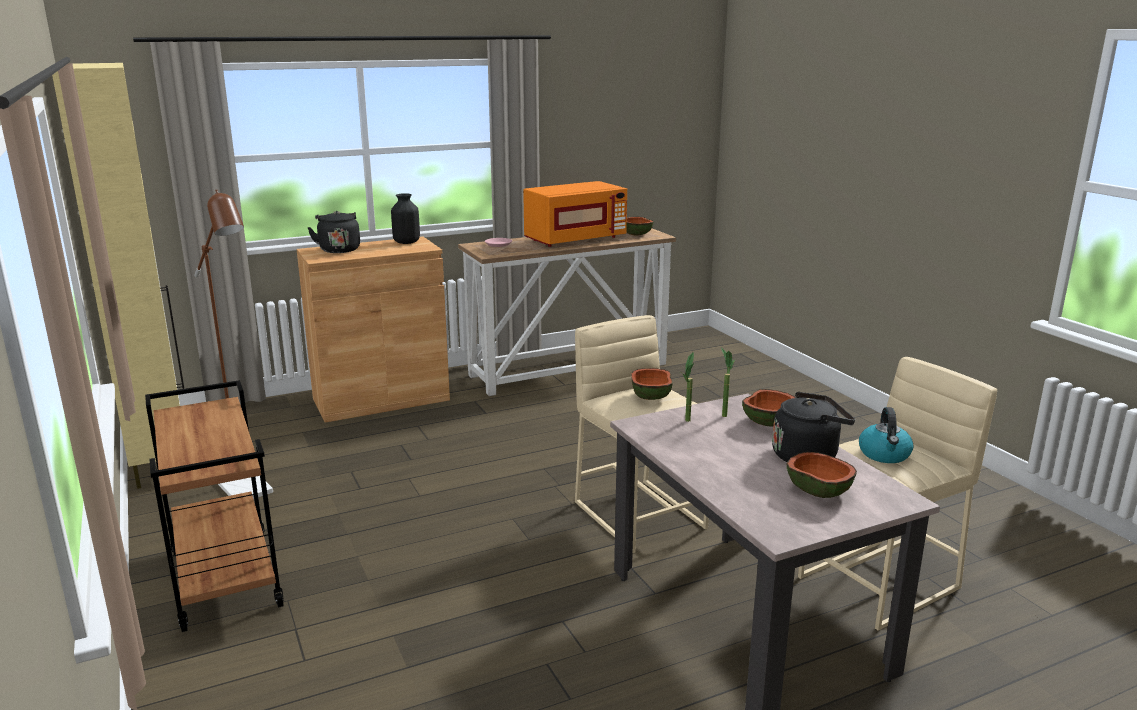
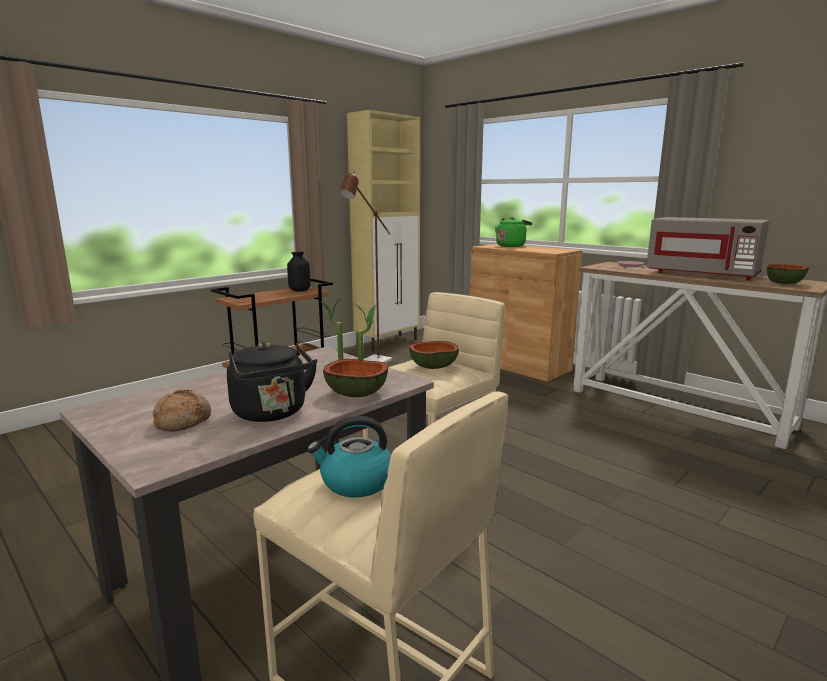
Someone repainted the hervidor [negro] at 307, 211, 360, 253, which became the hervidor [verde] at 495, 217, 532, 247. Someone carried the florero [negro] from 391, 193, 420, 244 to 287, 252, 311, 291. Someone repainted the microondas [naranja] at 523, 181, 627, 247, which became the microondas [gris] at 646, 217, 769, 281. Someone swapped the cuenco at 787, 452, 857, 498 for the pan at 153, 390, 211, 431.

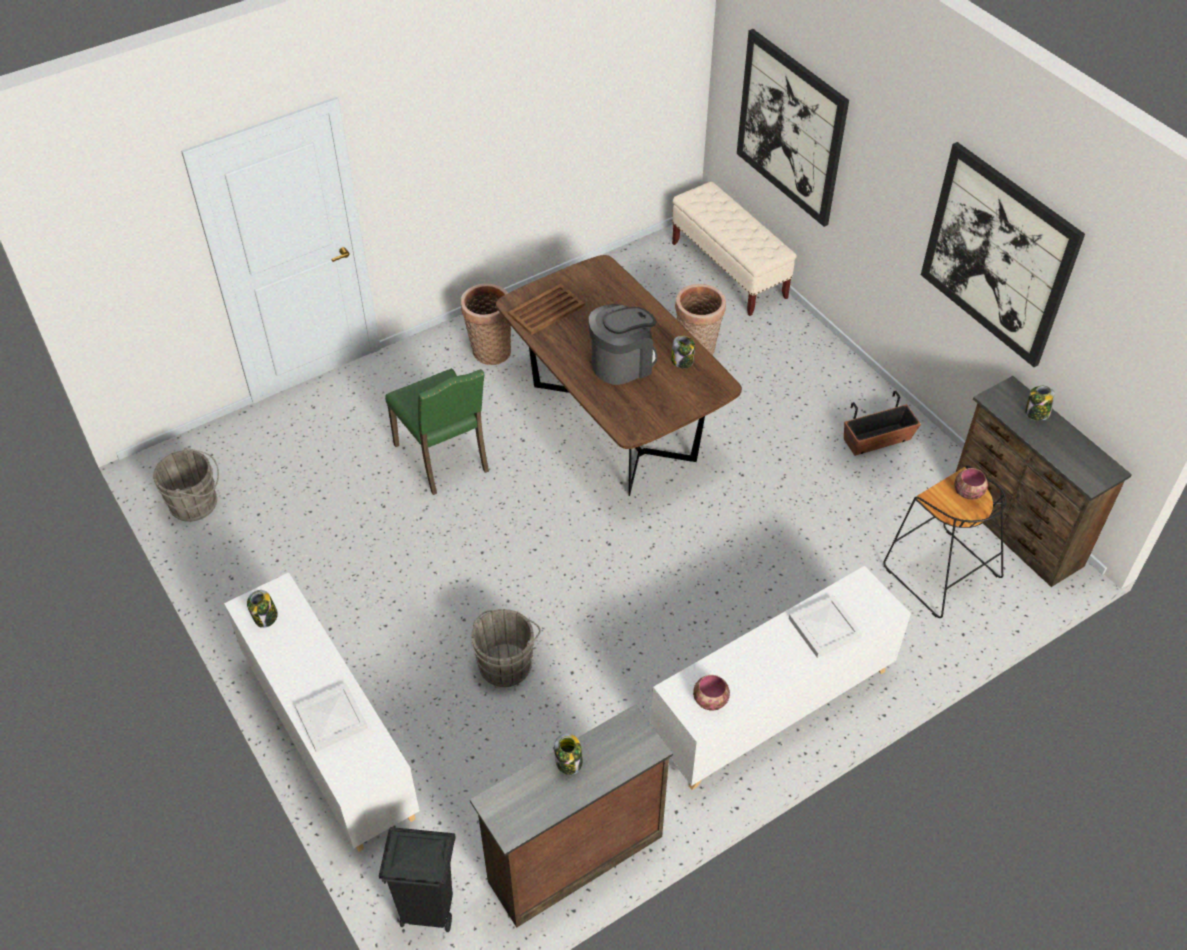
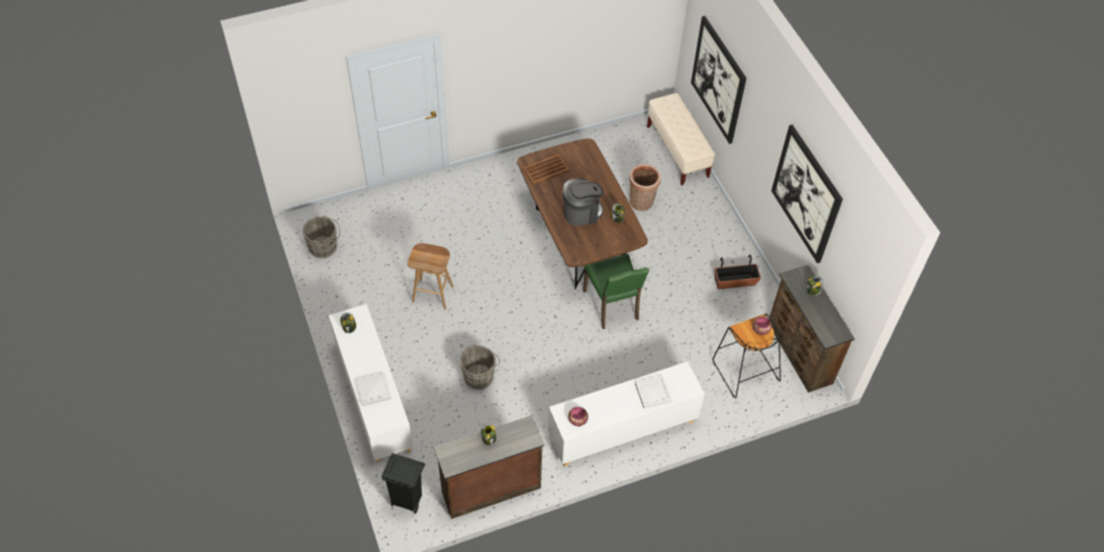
Someone carried the silla [verde] from 385, 368, 489, 495 to 583, 254, 649, 329. Someone took away the cesta at 461, 283, 511, 365. Someone put down the taburete [marrón] at 407, 243, 454, 309.

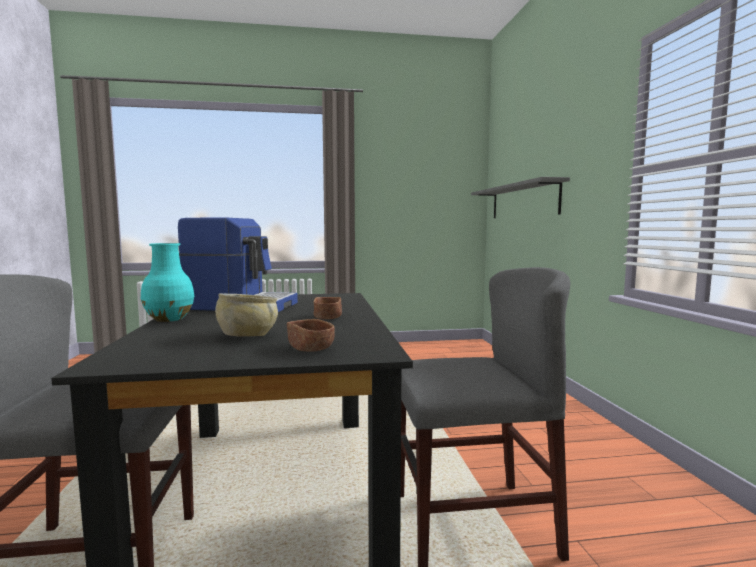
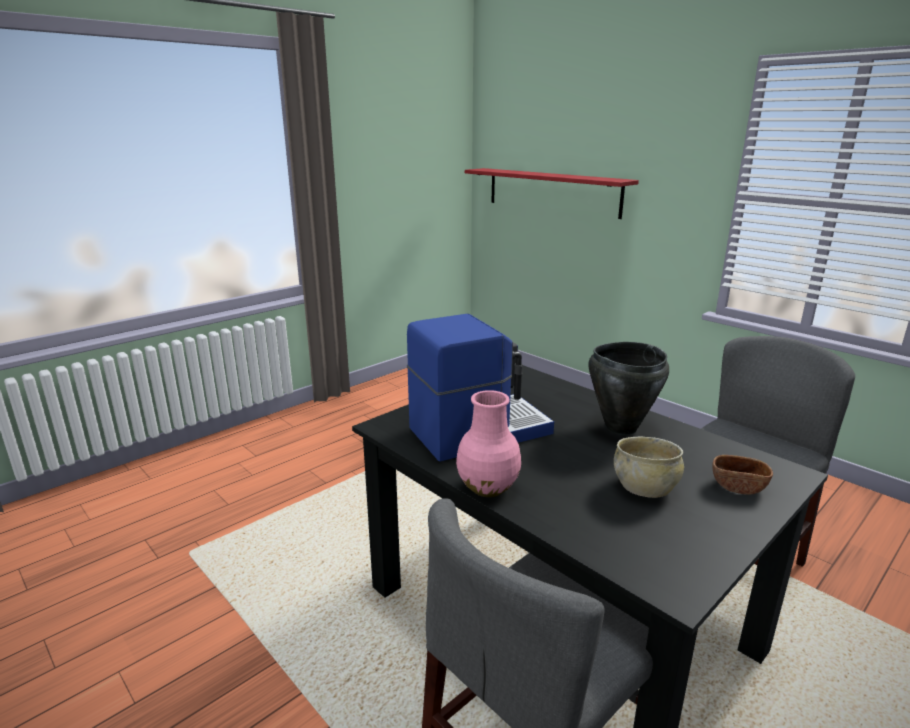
Someone repainted the florero [turquesa] at 141, 243, 194, 322, which became the florero [rosa] at 456, 390, 521, 497. Someone swapped the cuenco [marrón] at 314, 297, 342, 319 for the olla [negro] at 588, 342, 669, 435. Someone repainted the estante [gris] at 471, 177, 570, 218, which became the estante [rojo] at 465, 168, 639, 219.

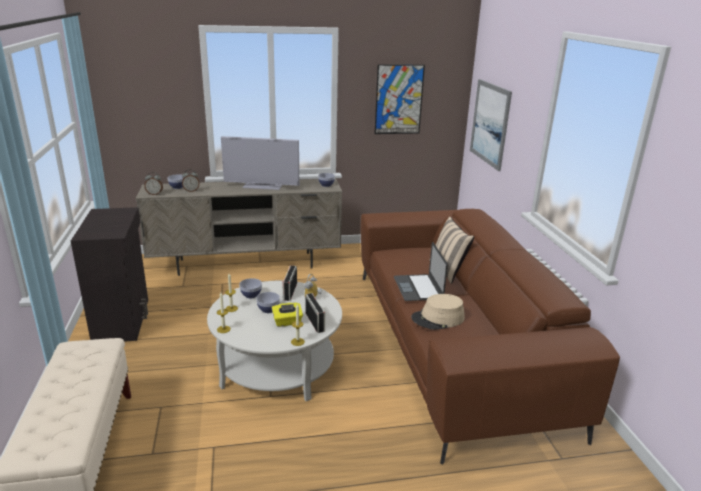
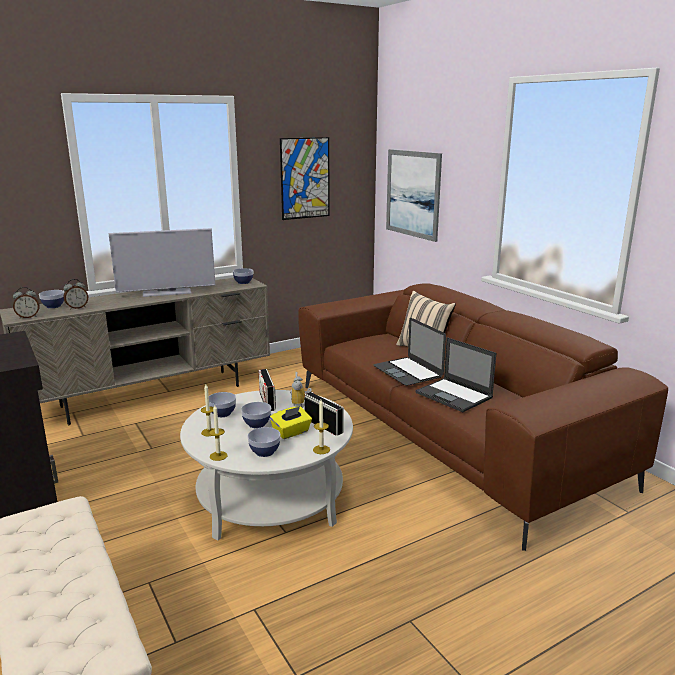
Someone swapped the sombrero [beis] at 411, 294, 465, 330 for the portátil at 416, 337, 496, 412. Someone put down the cuenco at 248, 427, 280, 457.

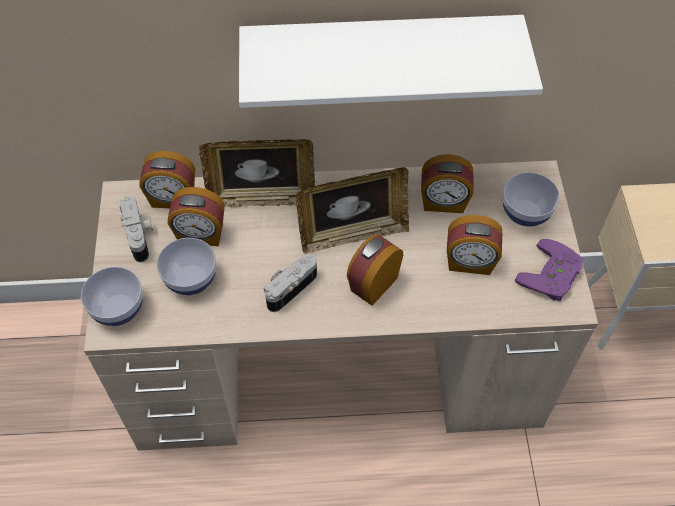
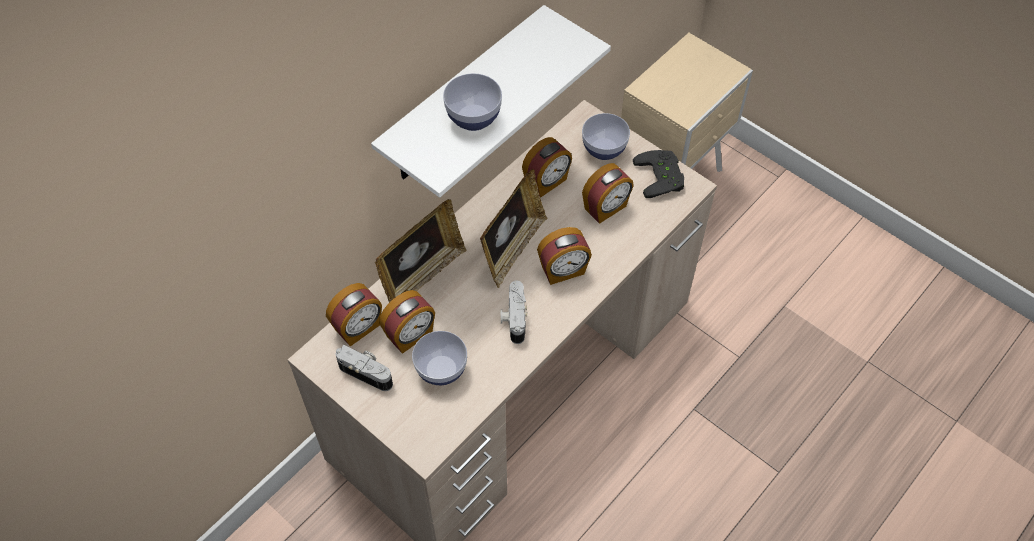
Someone carried the cuenco from 81, 267, 143, 326 to 443, 73, 502, 131. Someone rotated the despertador at 347, 234, 403, 306 by 105 degrees counterclockwise. Someone repainted the mando de consola [morado] at 515, 239, 583, 301, which became the mando de consola [negro] at 633, 150, 684, 198.

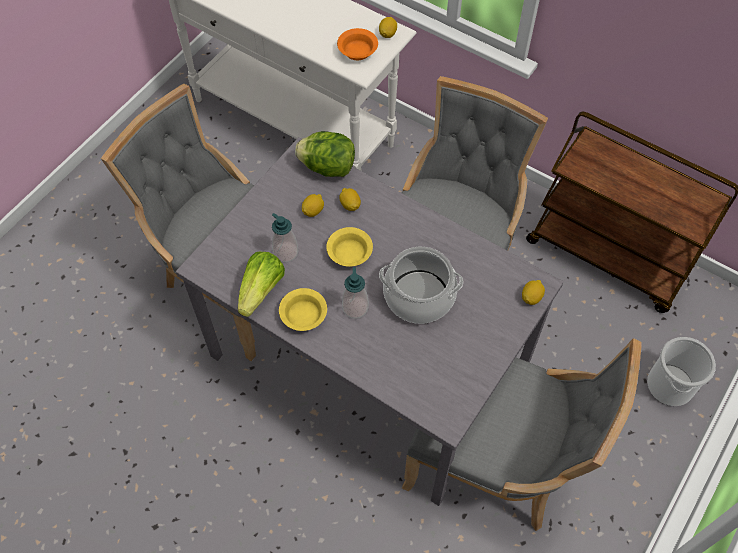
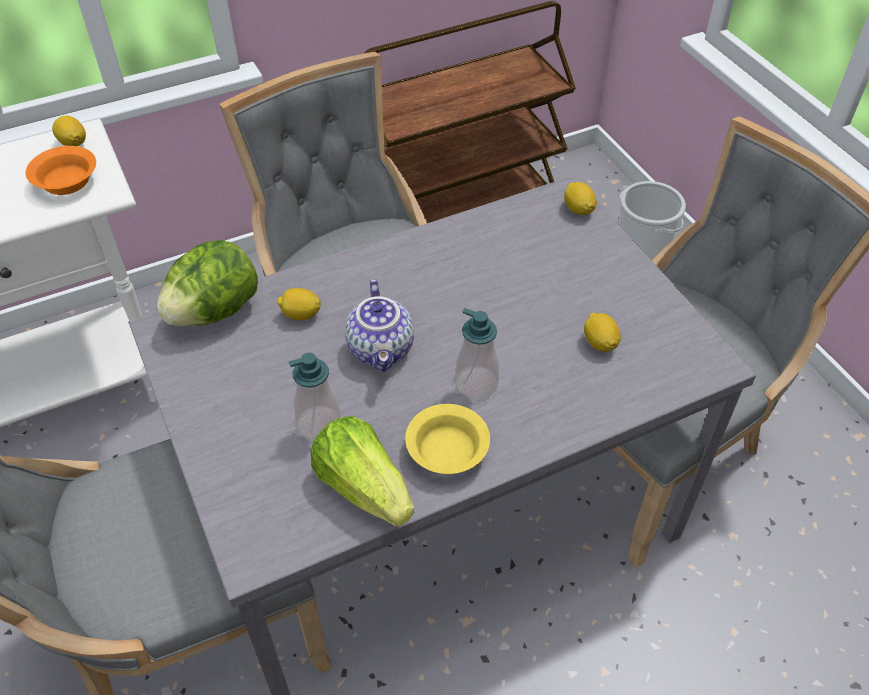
Someone carried the limón from 302, 194, 324, 217 to 584, 313, 621, 352. Someone swapped the cuenco [amarillo] at 326, 227, 373, 267 for the tetera at 345, 279, 414, 372. Someone took away the olla at 379, 247, 463, 324.

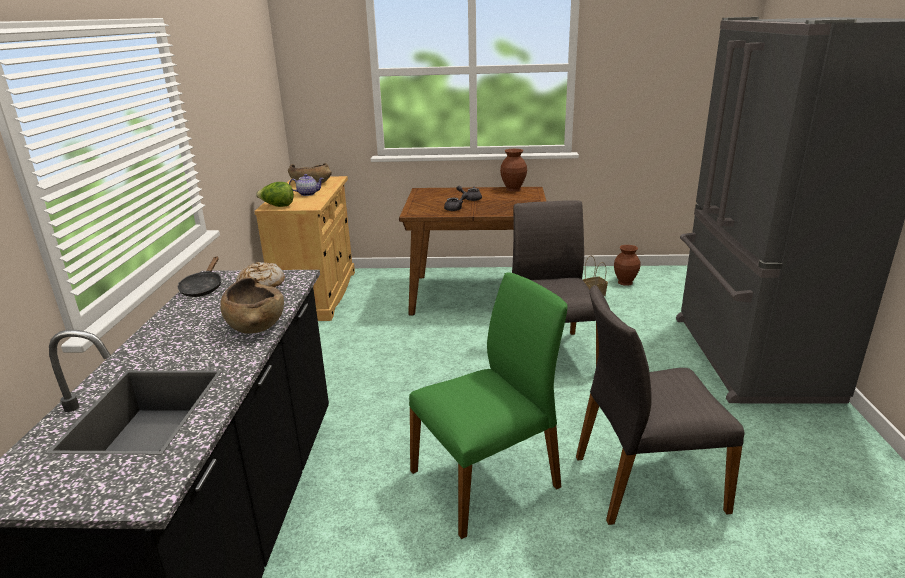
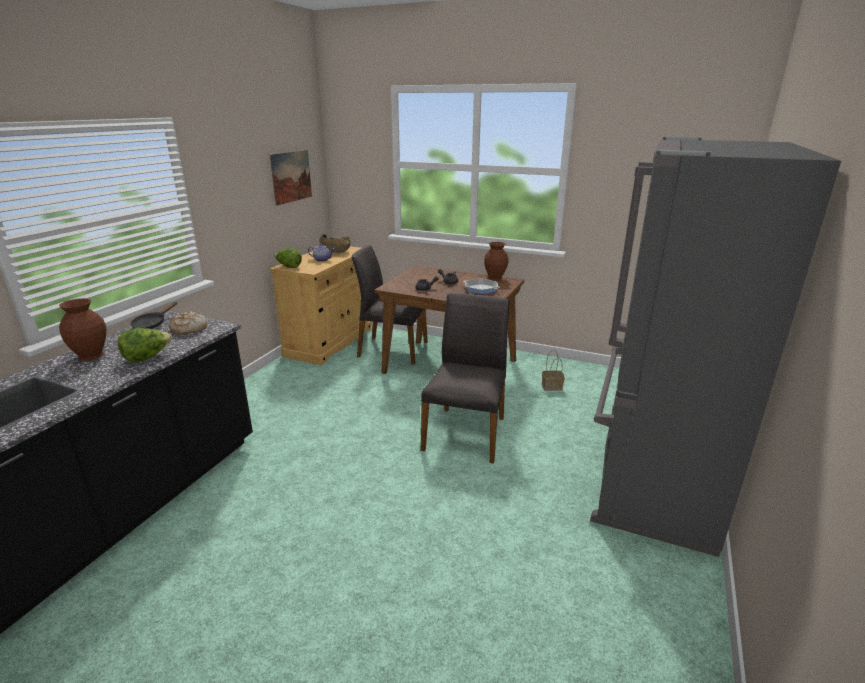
Someone swapped the cuenco [marrón] at 220, 277, 284, 334 for the lechuga at 118, 328, 172, 362. Someone took away the silla [verde] at 409, 272, 567, 539. Someone carried the silla [gris] from 576, 285, 745, 525 to 352, 245, 428, 365. Someone carried the florero [marrón] from 614, 245, 640, 286 to 59, 298, 107, 361. Someone put up the cuadro at 270, 150, 312, 206. Someone put down the sartén at 464, 278, 500, 294.

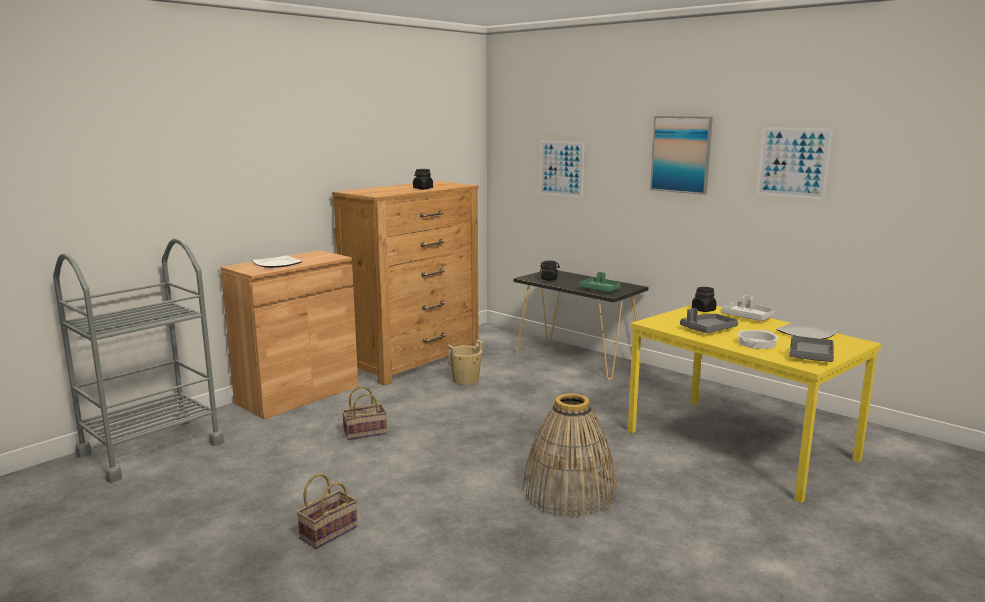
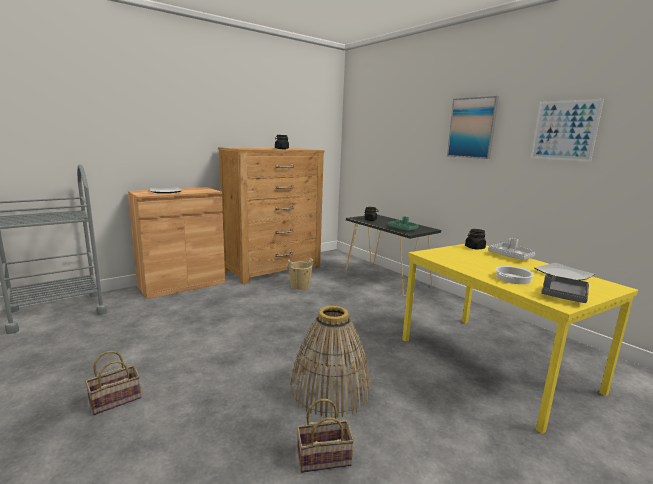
Someone carried the cesta from 342, 386, 387, 440 to 297, 399, 354, 473. Someone took away the cuadro at 540, 141, 584, 198. Someone took away the bandeja [gris] at 680, 308, 738, 333.

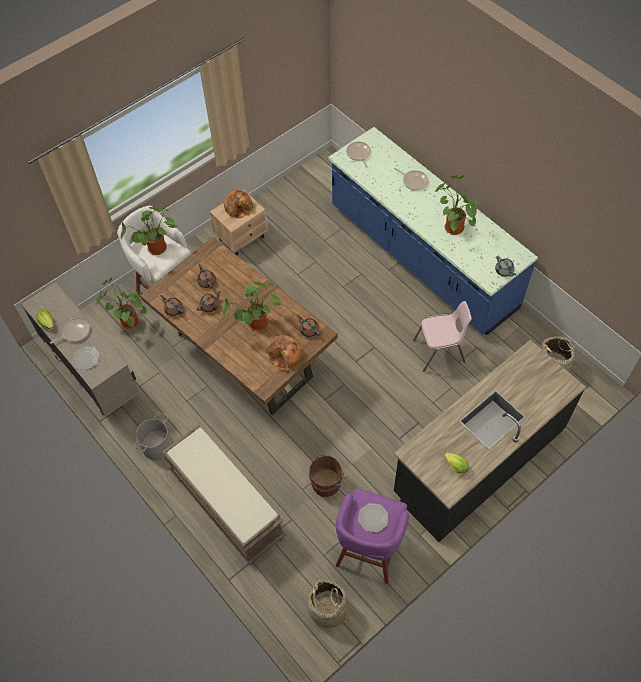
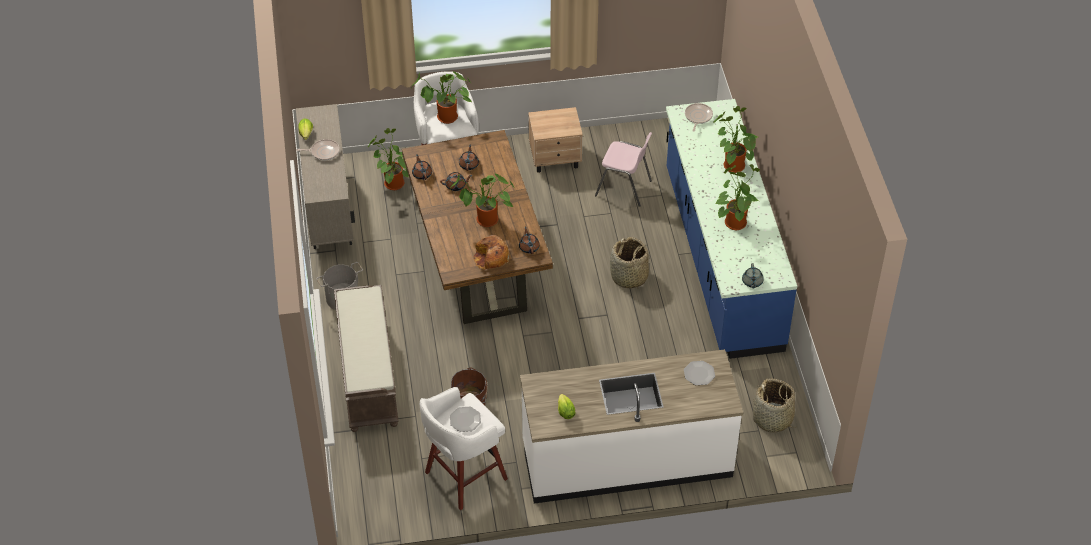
Someone carried the plato from 72, 346, 100, 370 to 684, 361, 715, 385. Someone took away the pan at 223, 190, 255, 219. Someone carried the cesta from 307, 579, 349, 628 to 610, 237, 649, 289. Someone repainted the taburete [morado] at 336, 488, 409, 584, which became the taburete [blanco] at 420, 387, 508, 510. Someone swapped the sartén at 394, 168, 428, 191 for the planta en maceta at 714, 106, 758, 173. Someone repainted the mueble bajo de cocina [negro] at 394, 340, 586, 542, which became the mueble bajo de cocina [blanco] at 520, 349, 743, 504. Someone carried the silla [rosa] from 413, 301, 472, 372 to 595, 132, 652, 207.

